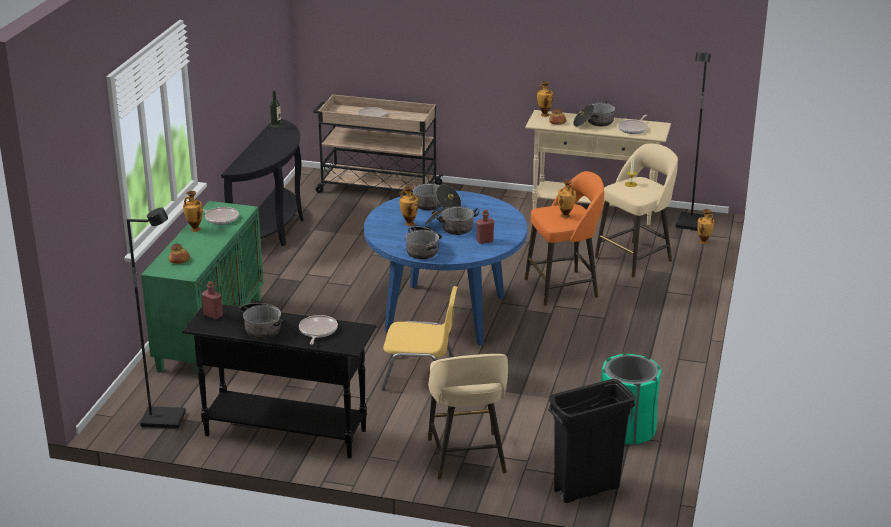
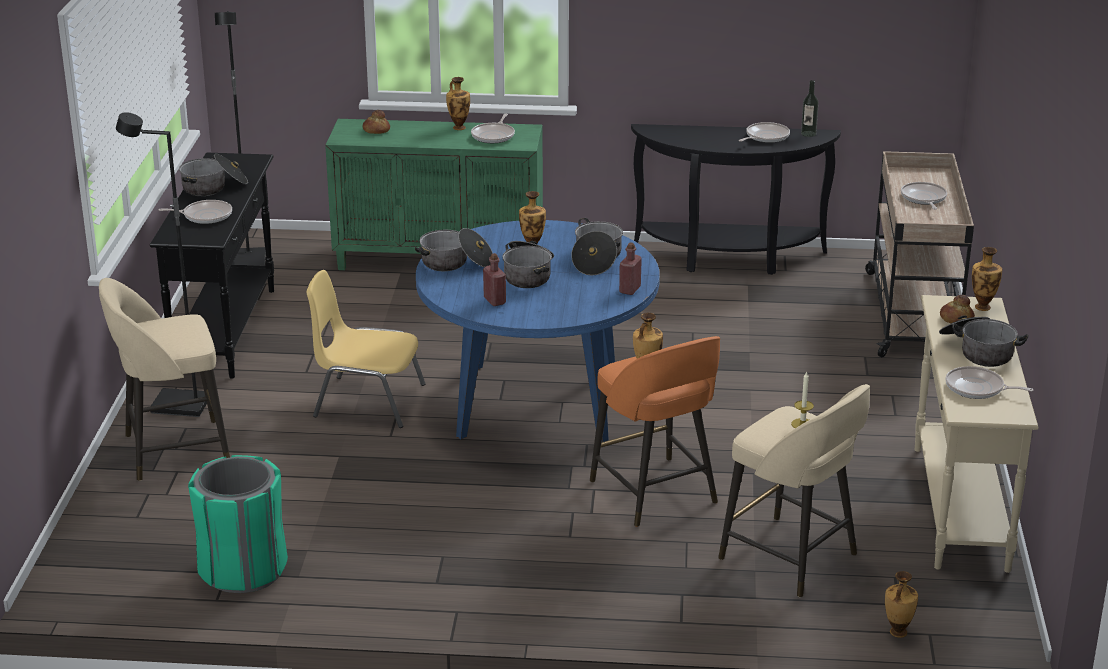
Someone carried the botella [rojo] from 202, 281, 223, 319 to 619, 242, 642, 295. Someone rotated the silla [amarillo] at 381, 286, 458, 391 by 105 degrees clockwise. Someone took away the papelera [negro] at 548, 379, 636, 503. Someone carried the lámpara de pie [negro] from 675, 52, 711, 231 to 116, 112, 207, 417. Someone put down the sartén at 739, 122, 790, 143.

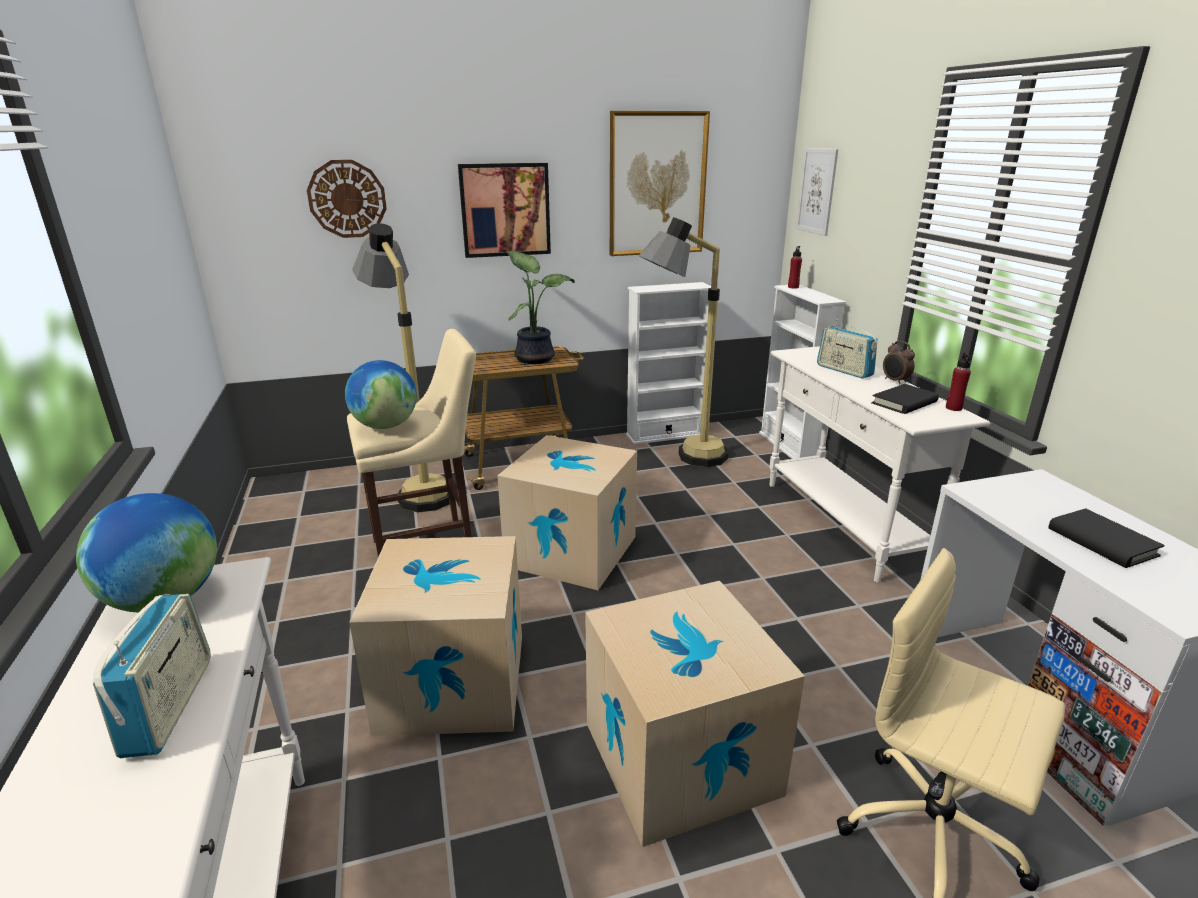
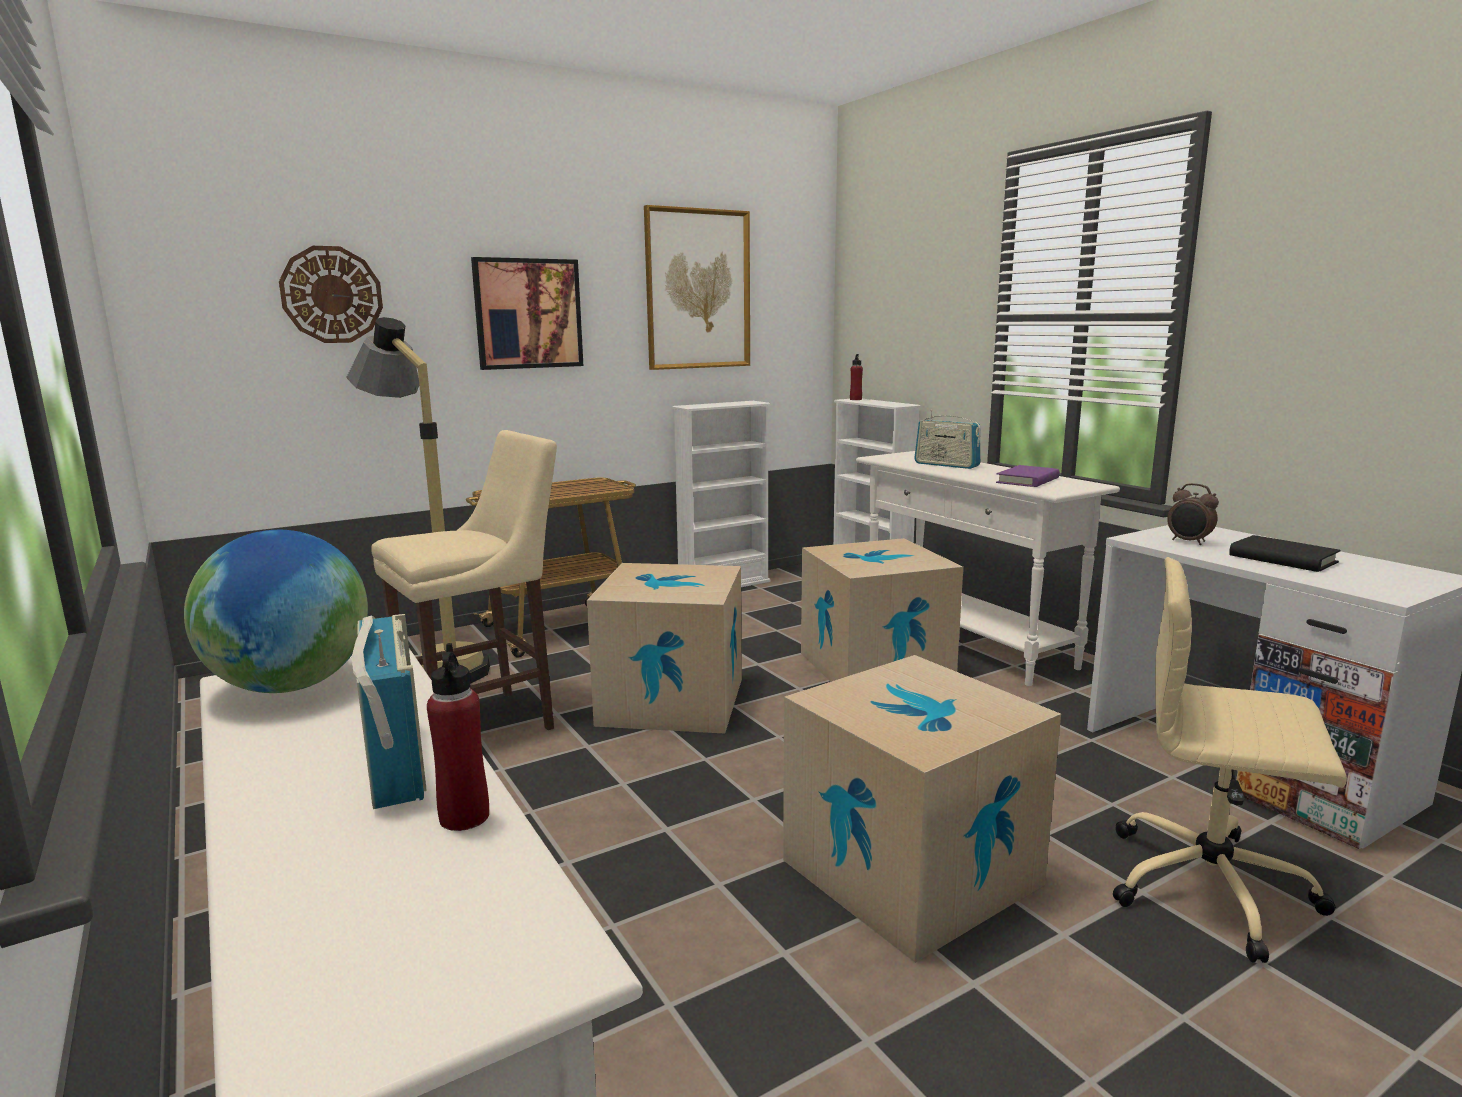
Someone took away the globo terráqueo at 345, 360, 417, 429. Someone carried the caja de cartón from 349, 536, 522, 736 to 801, 538, 963, 682. Someone took away the planta en maceta at 506, 251, 575, 364. Someone took away the lámpara de pie at 638, 217, 729, 467. Someone took away the cuadro at 796, 148, 838, 236. Someone repainted the libro [negro] at 871, 384, 939, 414, which became the libro [morado] at 996, 465, 1060, 487. Someone carried the despertador from 883, 341, 915, 384 to 1167, 483, 1219, 545. Someone carried the botella [rojo] from 946, 353, 971, 411 to 427, 643, 489, 831.

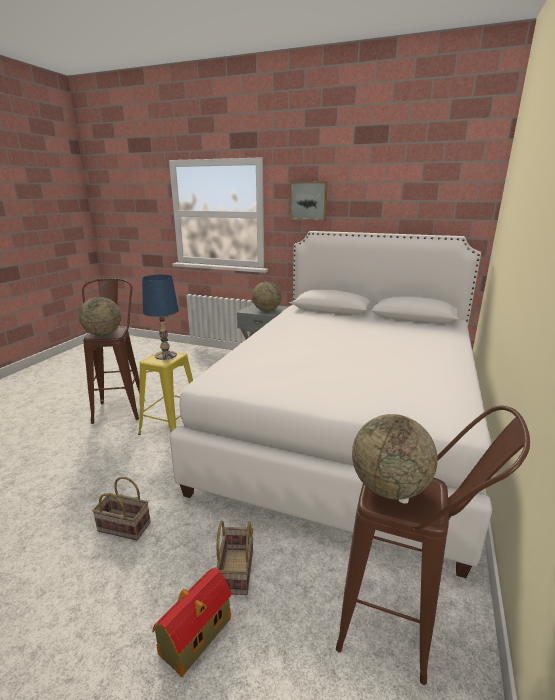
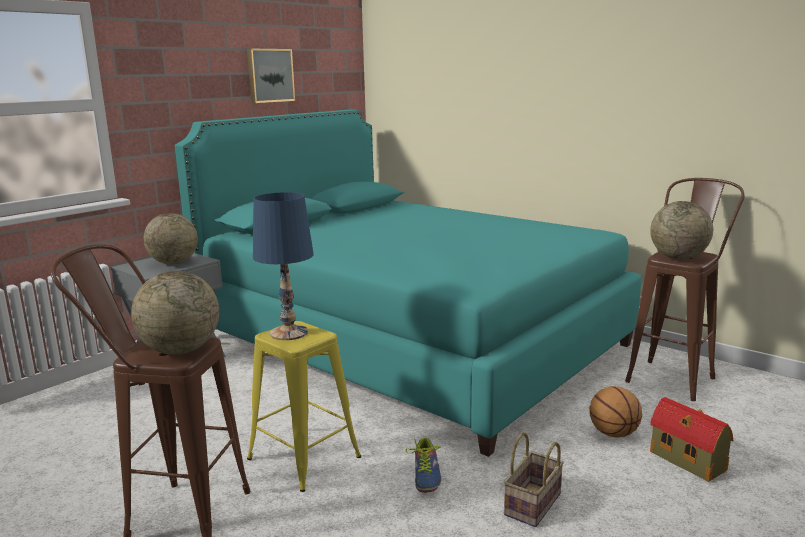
Someone repainted the cama [blanco] at 170, 231, 492, 578, which became the cama [turquesa] at 175, 109, 642, 457. Someone swapped the cesta at 217, 521, 253, 595 for the balón de baloncesto at 589, 386, 642, 438. Someone carried the cuadro from 290, 182, 327, 221 to 247, 49, 295, 103. Someone put down the zapato at 406, 436, 441, 493.

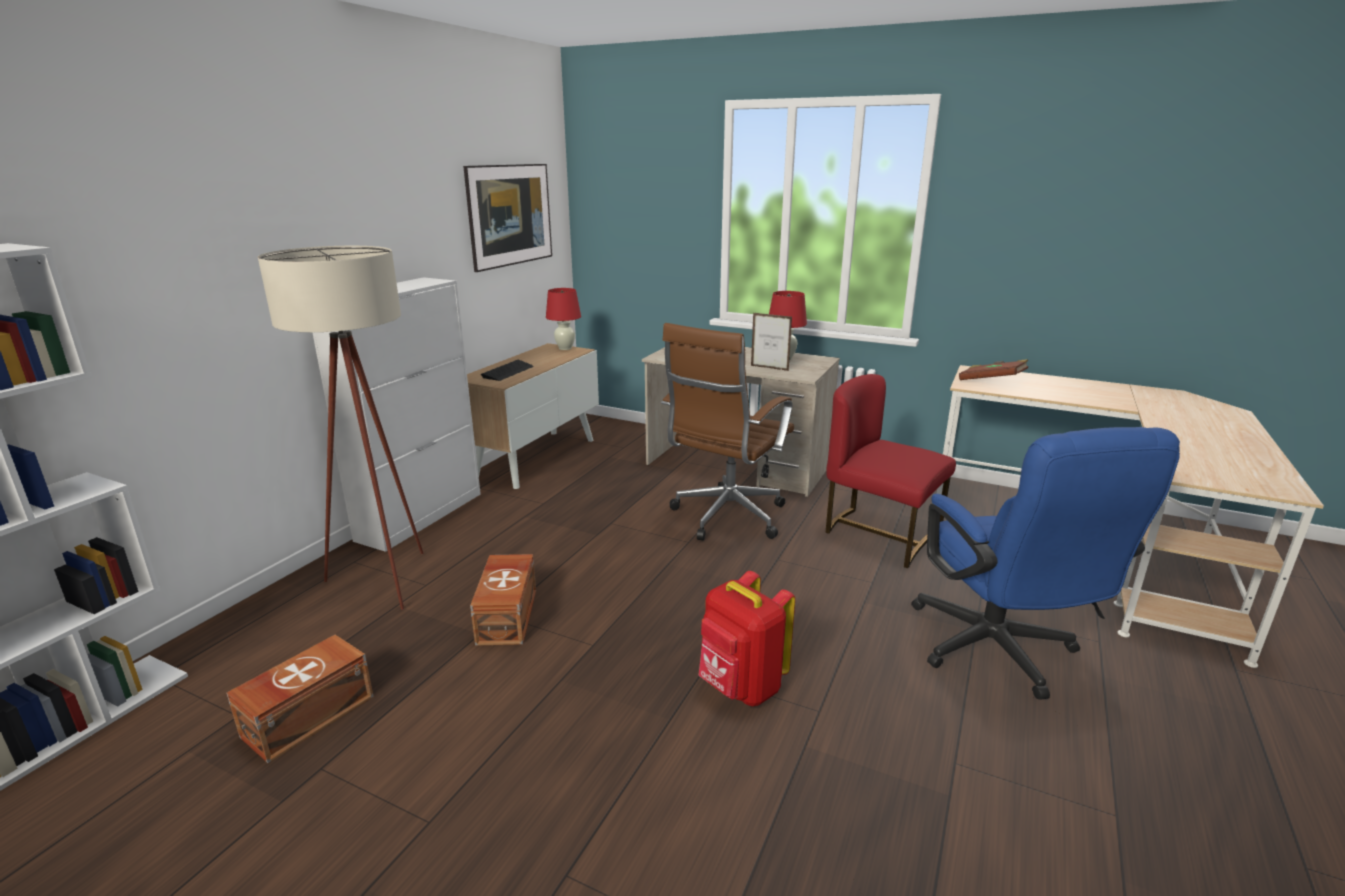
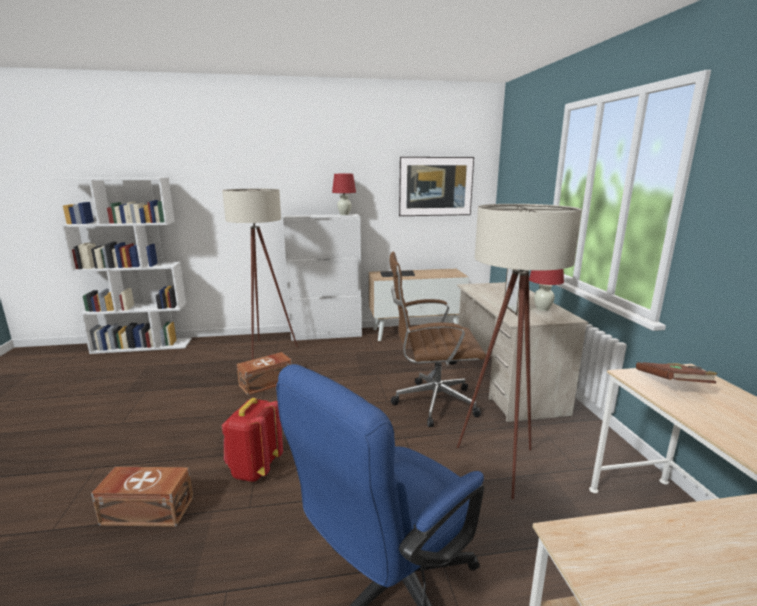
Someone carried the caja de almacenaje [marrón] from 226, 635, 374, 763 to 91, 467, 193, 527. Someone carried the lámpara de mesa [rojo] from 546, 288, 581, 350 to 332, 174, 356, 215. Someone swapped the silla [rojo] at 826, 374, 956, 568 for the lámpara de pie [beis] at 457, 204, 582, 499.

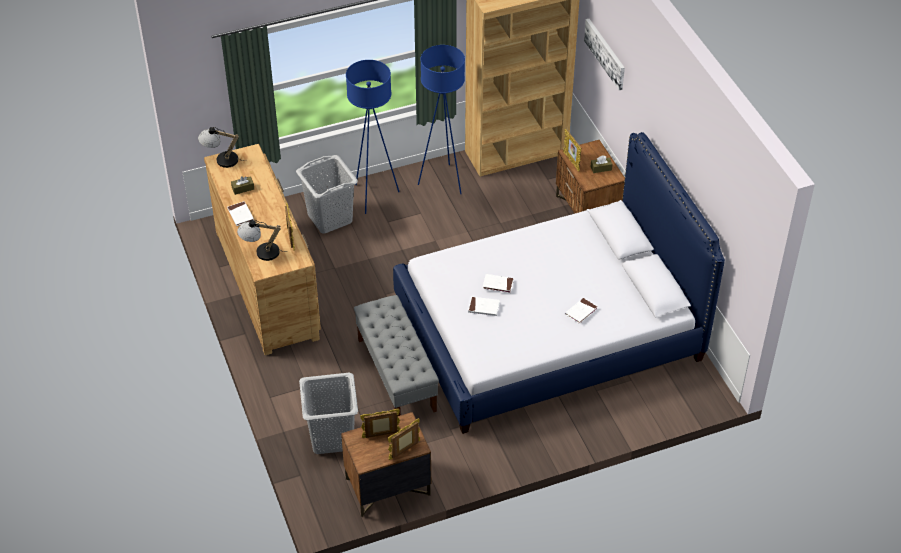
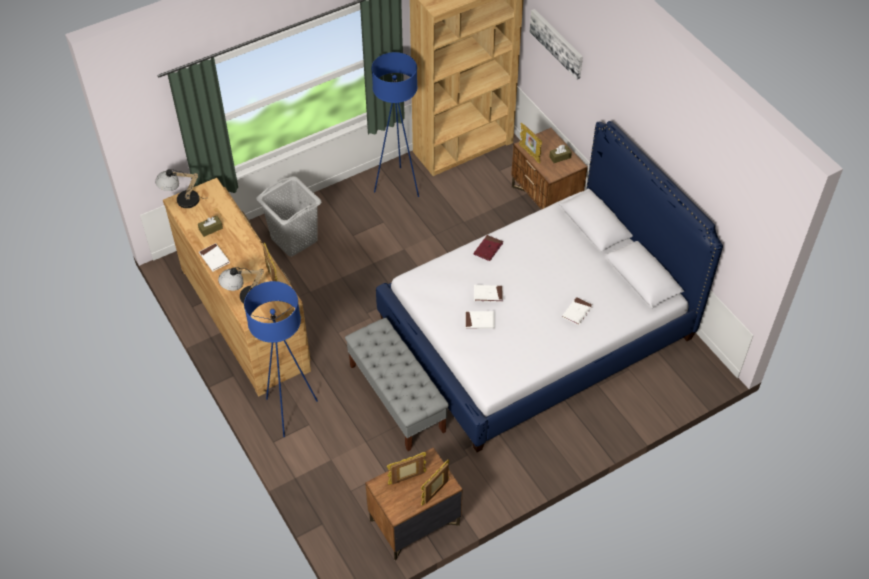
Someone took away the cesto de la ropa [gris] at 299, 373, 358, 454. Someone carried the lámpara de pie [azul] from 346, 60, 400, 214 to 244, 281, 318, 437. Someone put down the libro [rojo] at 474, 235, 503, 261.

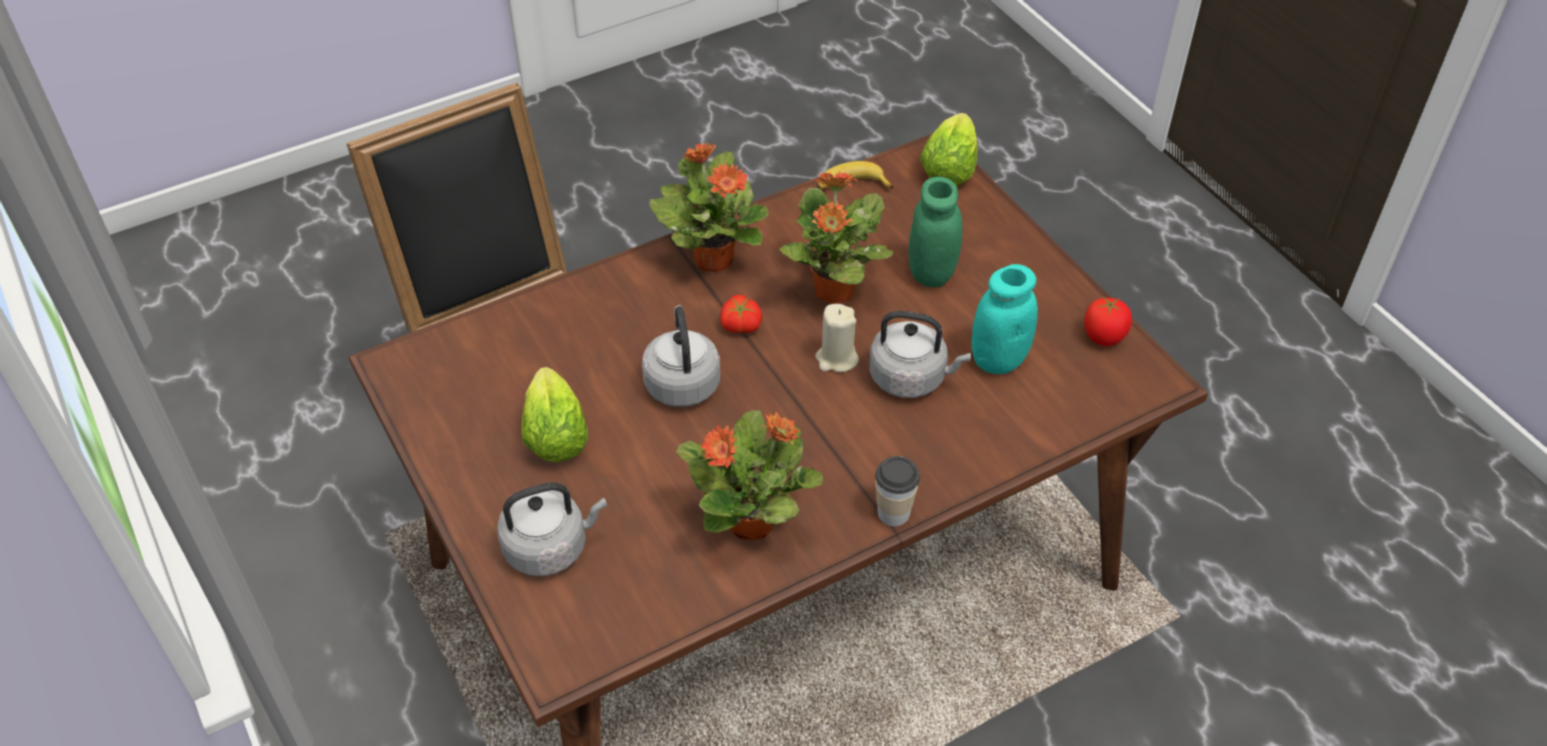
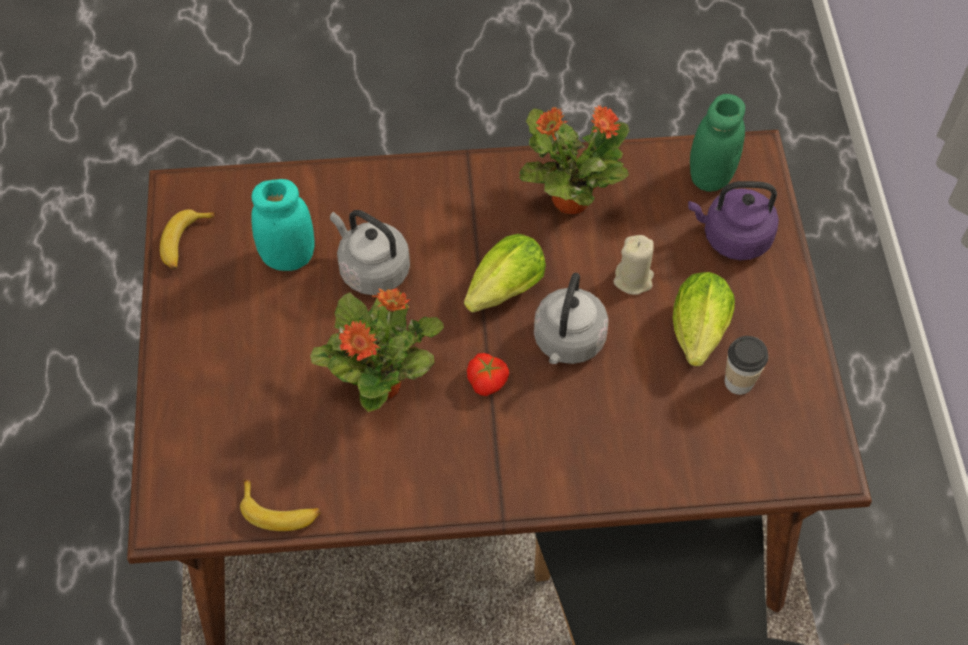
Someone repainted the hervidor [gris] at 497, 482, 607, 576, which became the hervidor [morado] at 688, 181, 779, 260. Someone took away the planta en maceta at 649, 143, 769, 272. Someone carried the vela [beis] from 815, 304, 859, 373 to 613, 235, 654, 295. Someone carried the taza from 875, 456, 920, 526 to 725, 336, 768, 395. Someone carried the tarro [verde] from 909, 177, 963, 288 to 690, 94, 745, 192. Someone carried the lechuga from 920, 113, 978, 186 to 464, 234, 546, 312. Someone swapped the tomate at 1084, 296, 1132, 346 for the plátano at 160, 209, 216, 270.

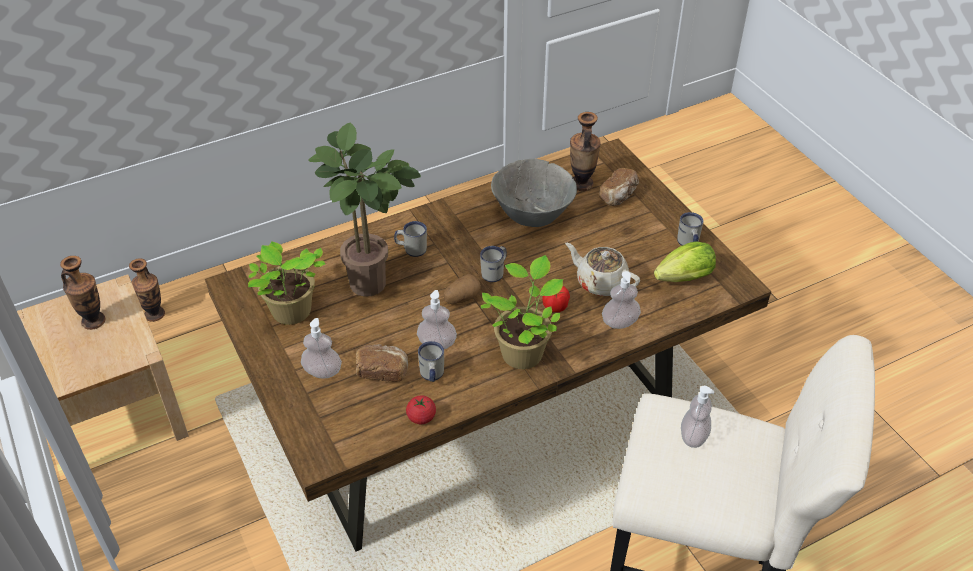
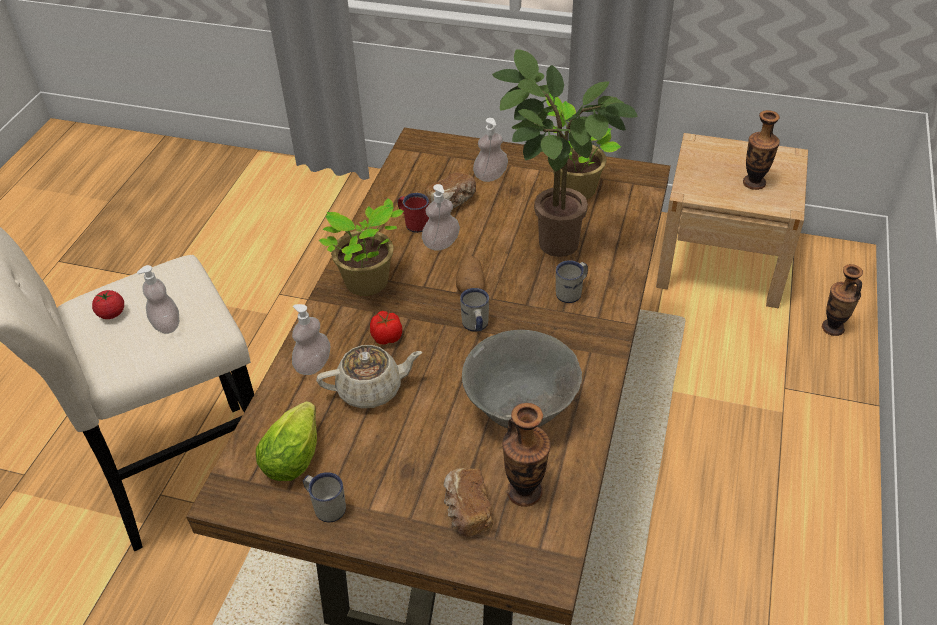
Someone carried the tomate from 406, 395, 436, 424 to 92, 290, 124, 319. Someone repainted the taza grande [blanco] at 418, 341, 444, 382, which became the taza grande [rojo] at 398, 193, 429, 233.

